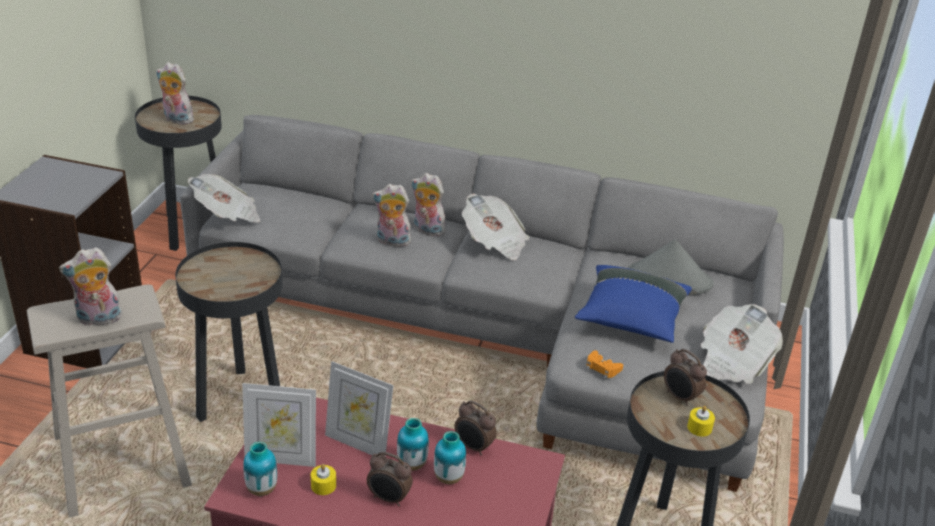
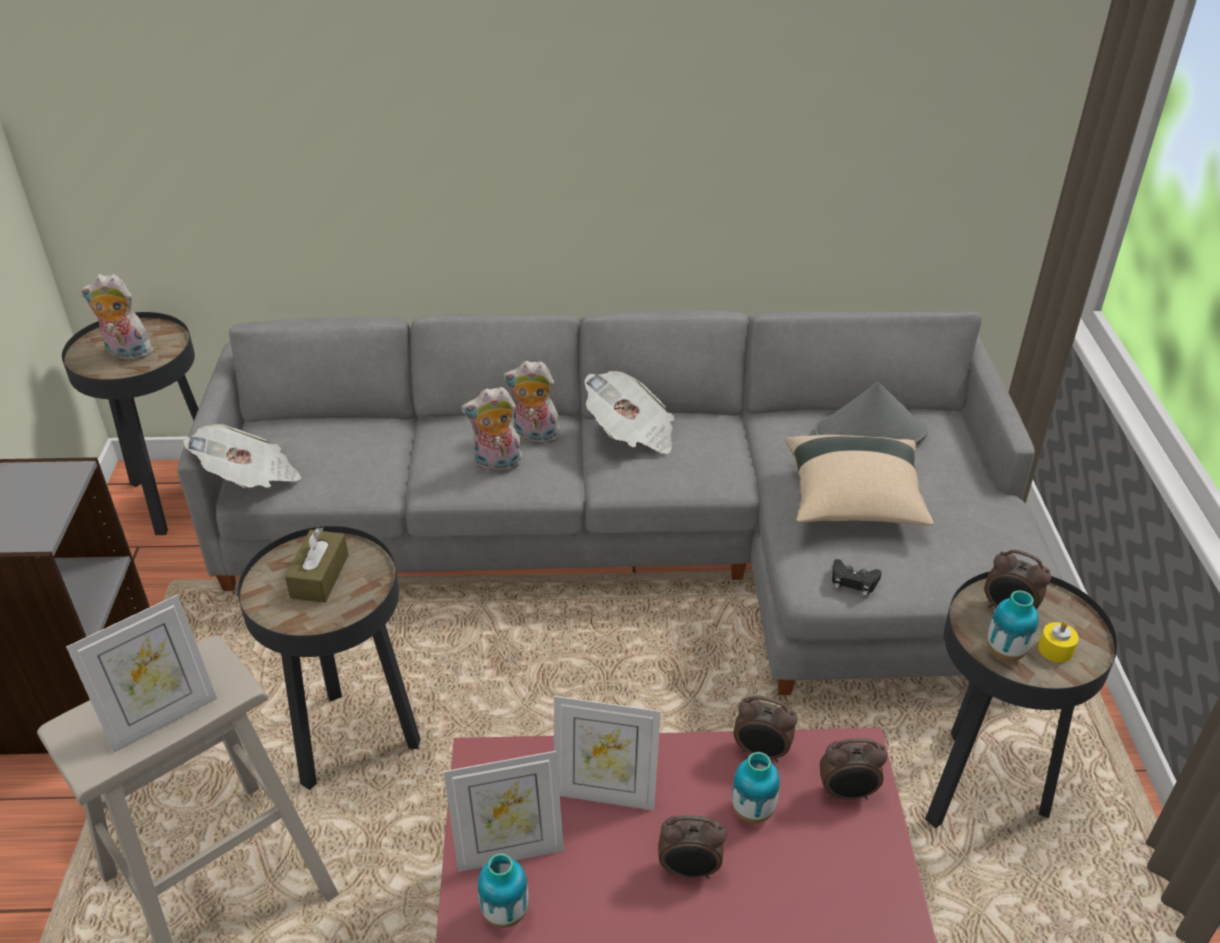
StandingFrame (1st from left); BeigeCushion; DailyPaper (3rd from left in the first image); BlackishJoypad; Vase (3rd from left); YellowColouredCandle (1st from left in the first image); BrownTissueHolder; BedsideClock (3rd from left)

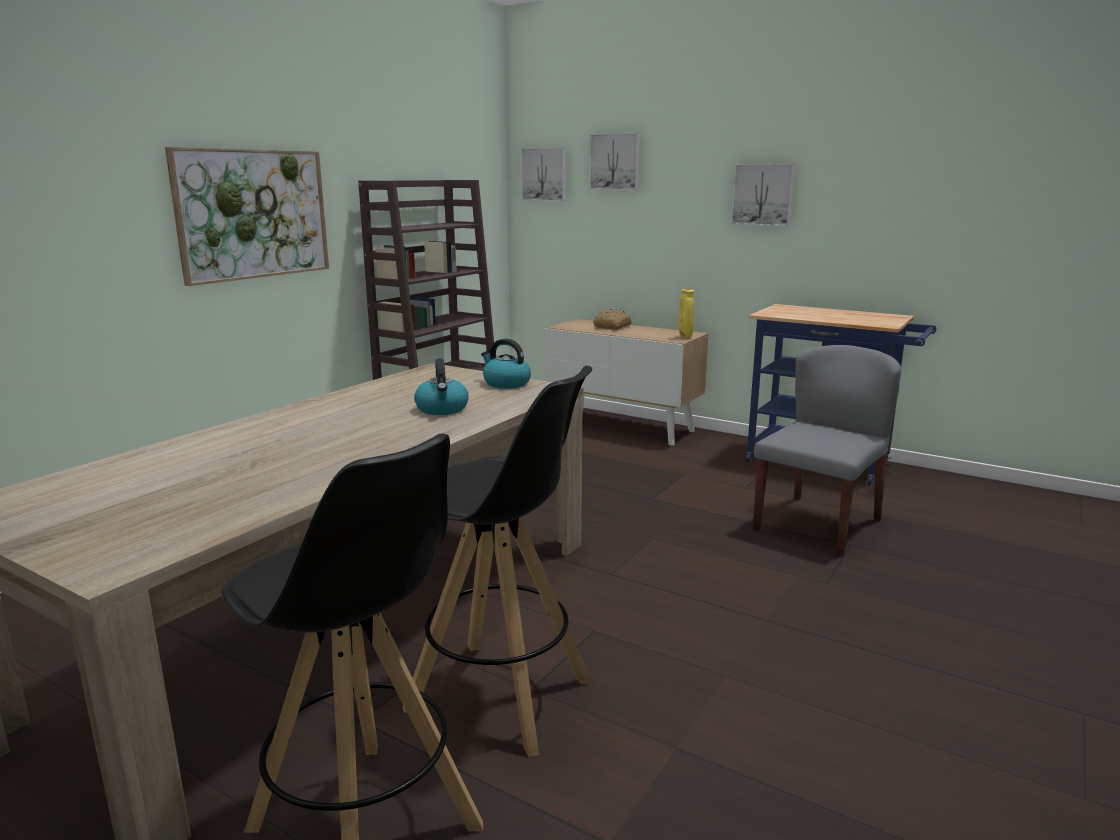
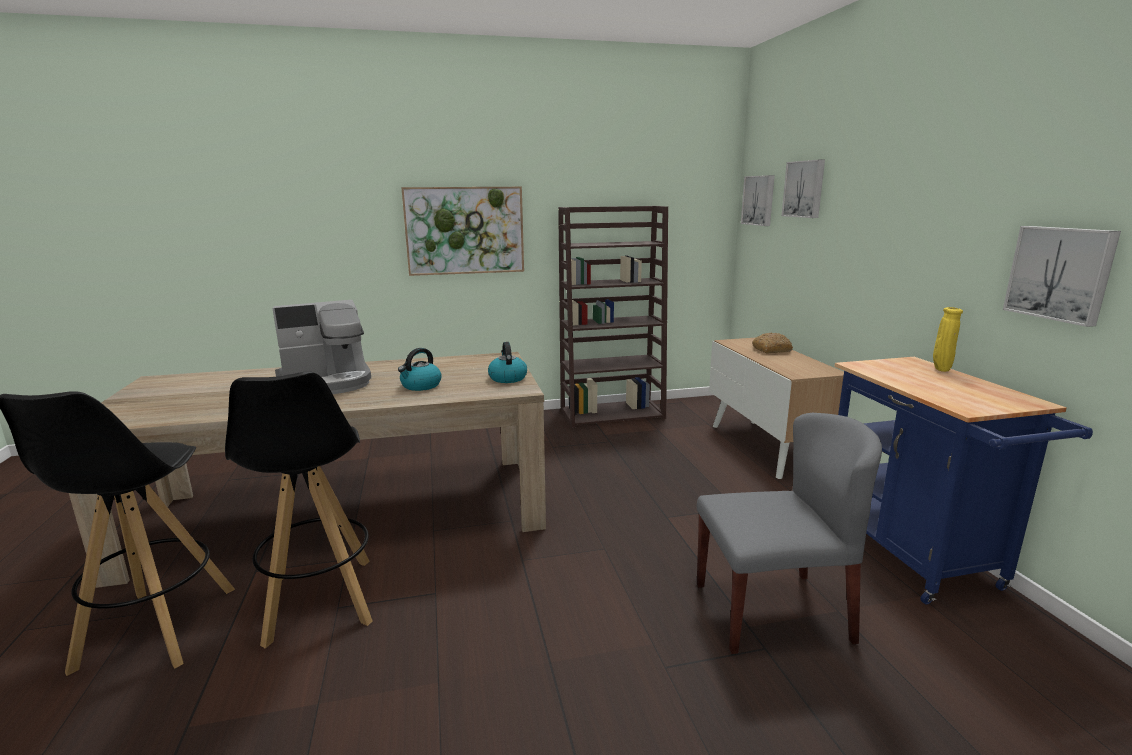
Picture (4th from left); YellowColouredVase; CoffeeMachine

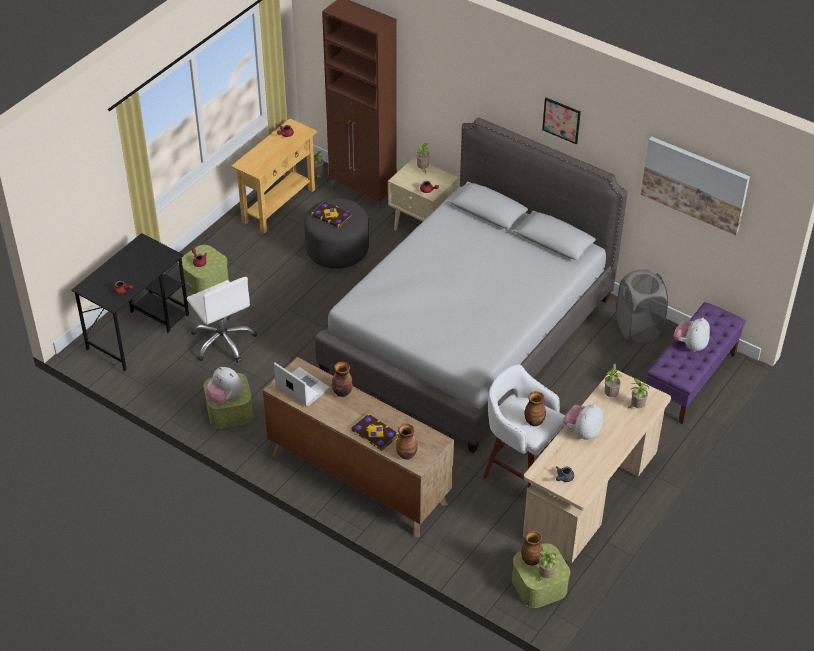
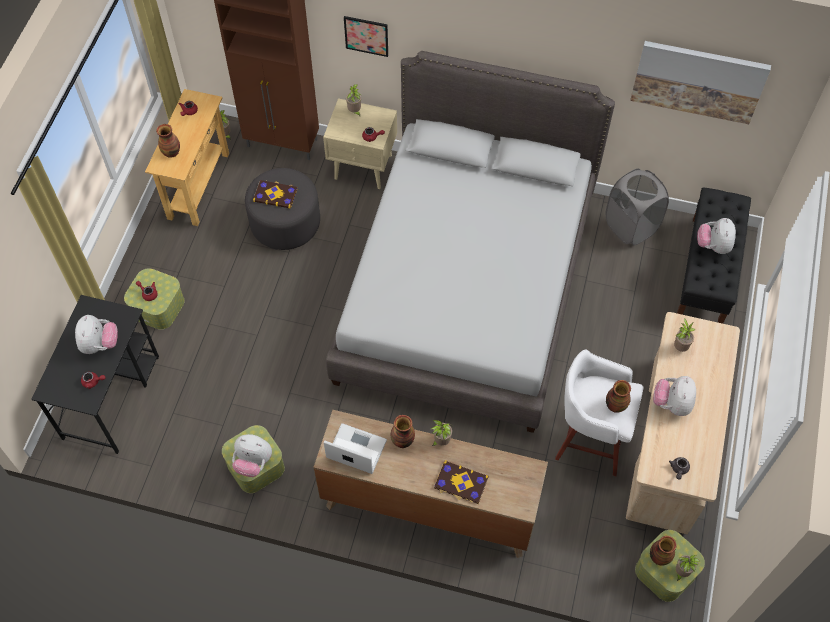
Picture (1st from left); WhiteColouredComputerChair; BlackishBench; Houseplant (3rd from left); Vase (1st from left); SoftToy (1st from left)

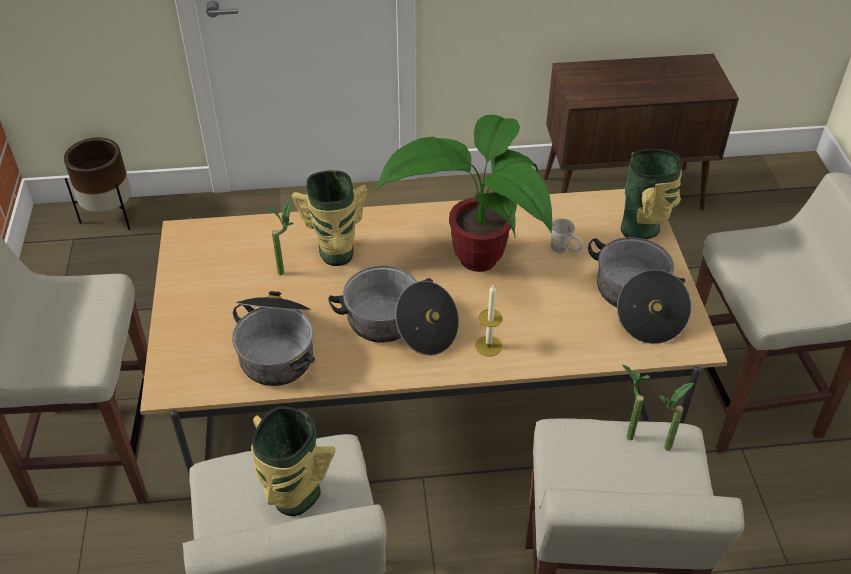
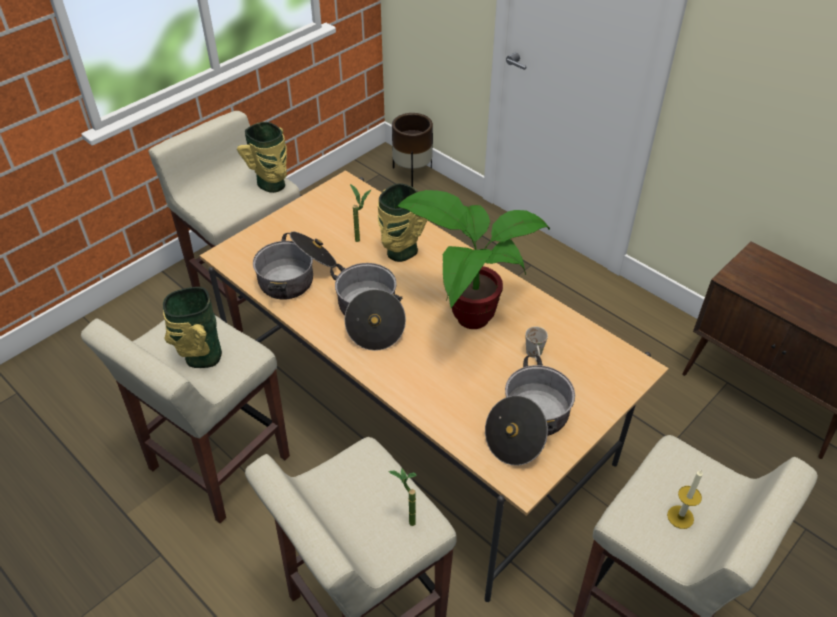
Vase (2nd from left); Candle; Houseplant (3rd from left in the first image)

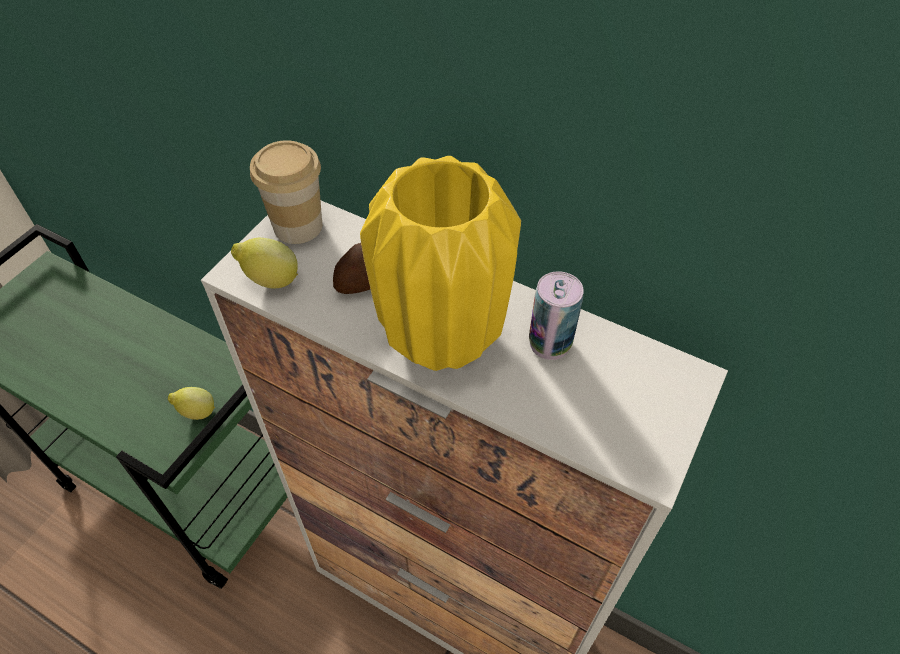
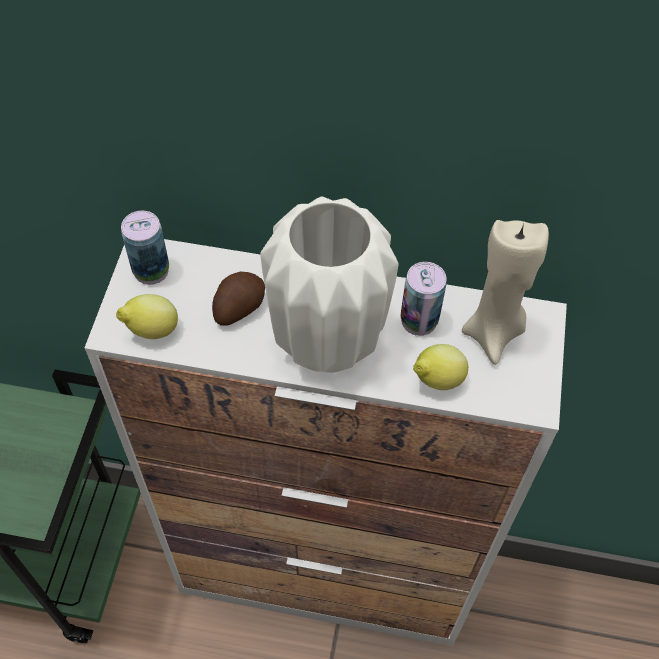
SealedCan (1st from left); WhiteColouredVase; Lemon (2nd from left); BeigeCandle

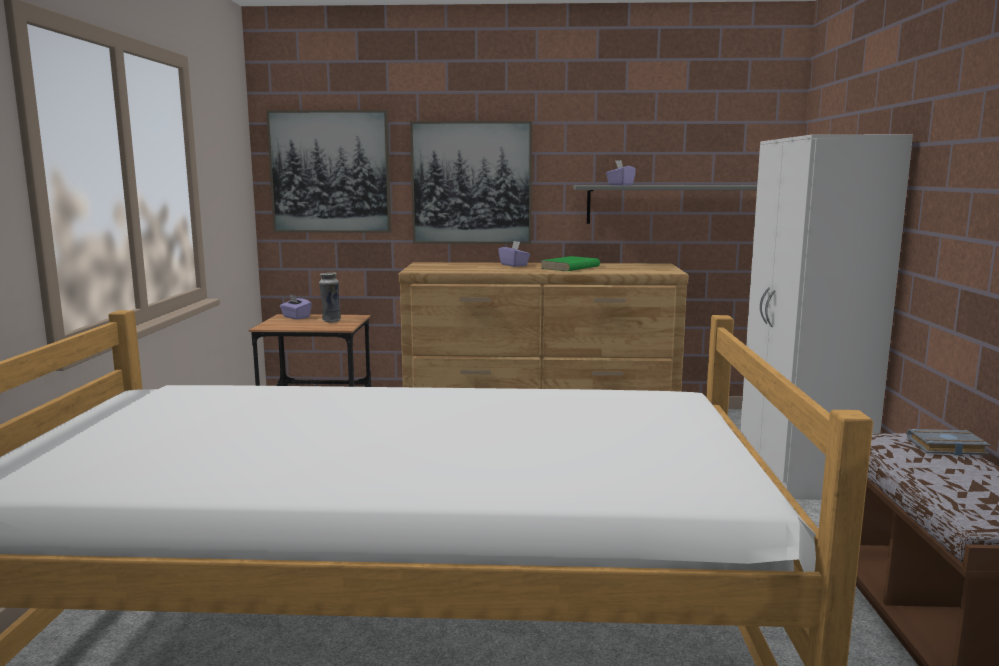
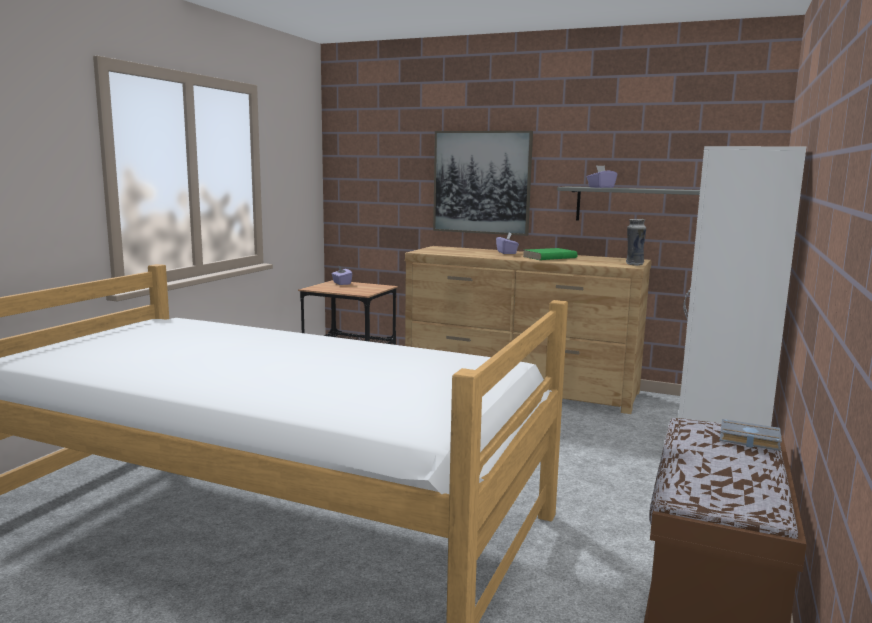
Picture (1st from left in the first image); Vase

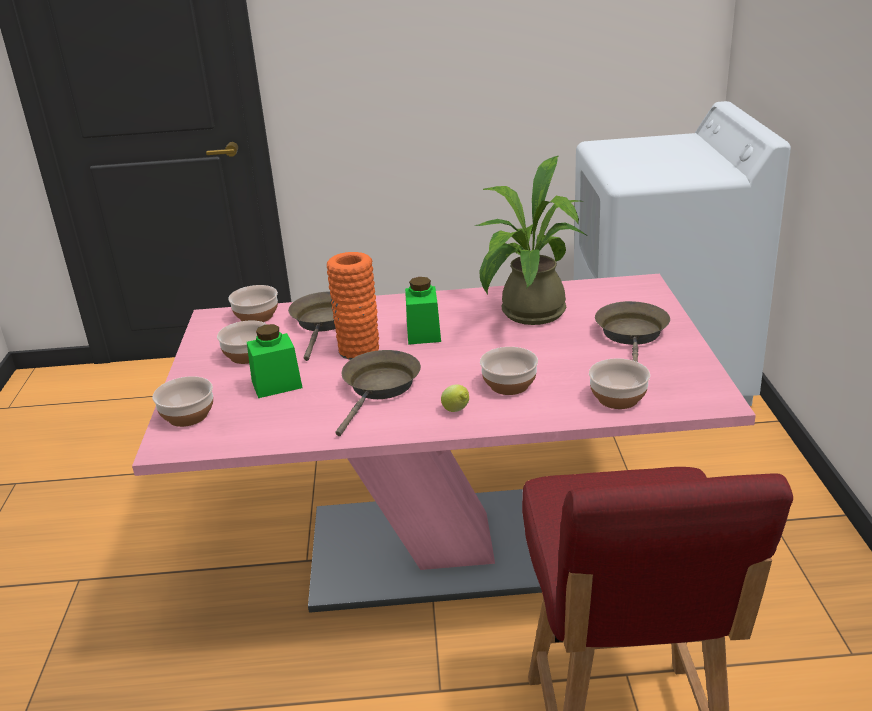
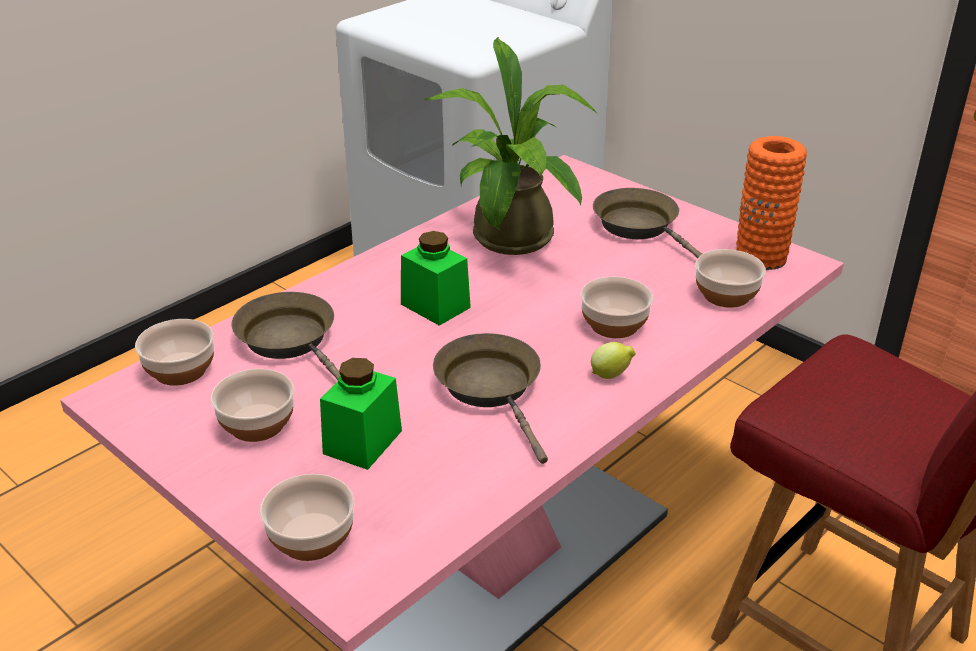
OrangeyVase

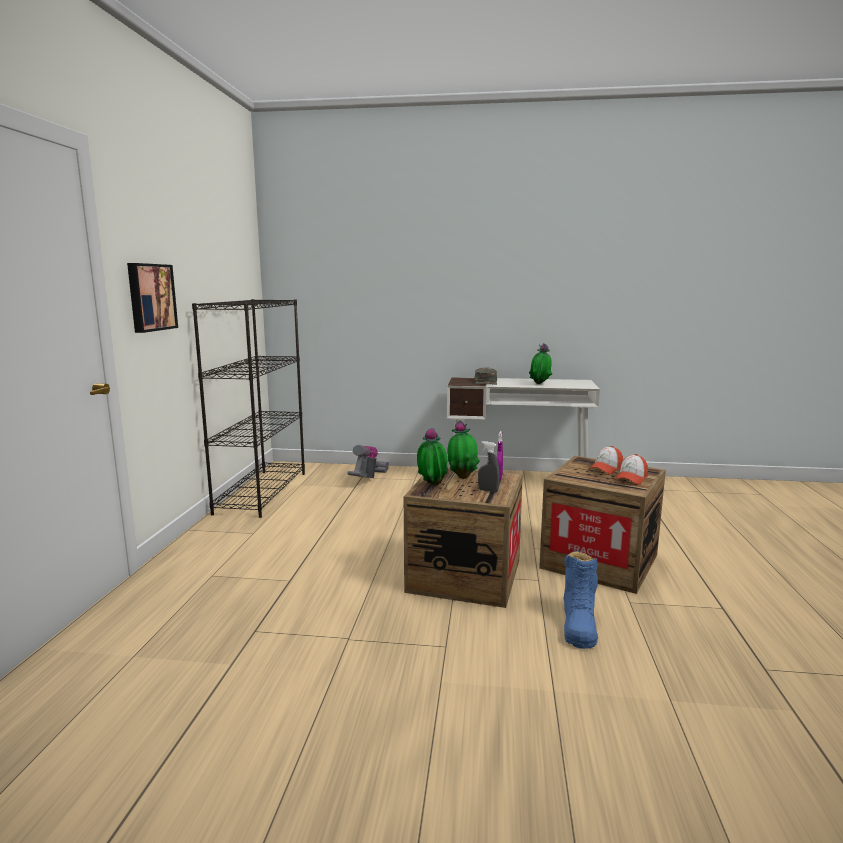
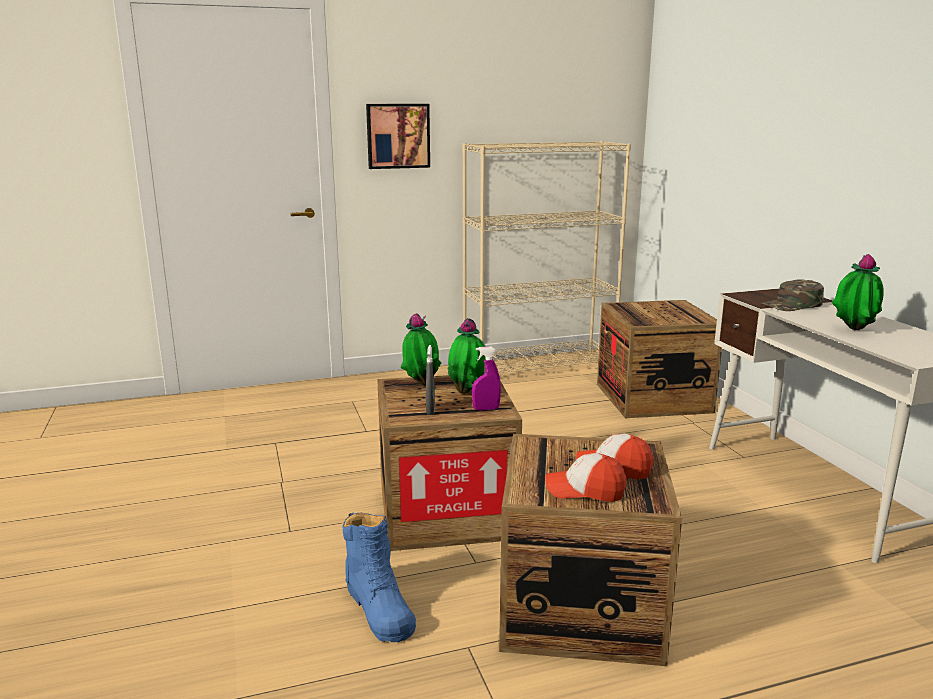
BeigeBookcase; PackingCrate (3rd from left); BlueBoot

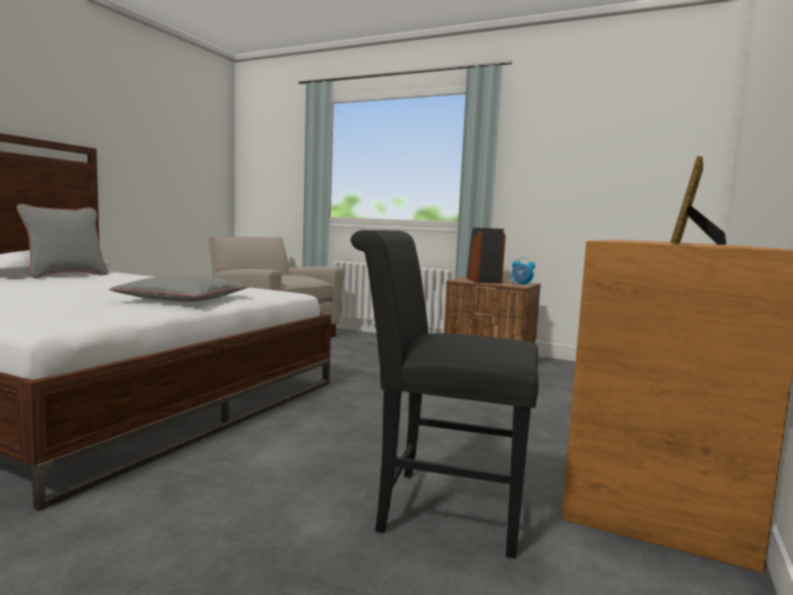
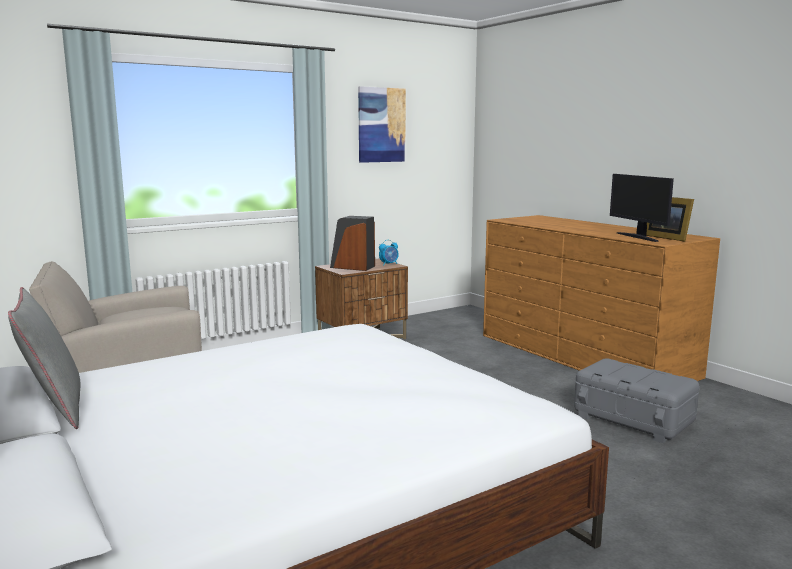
GreyStorageBox; GreyCushion (2nd from left in the first image); Picture; Monitor

